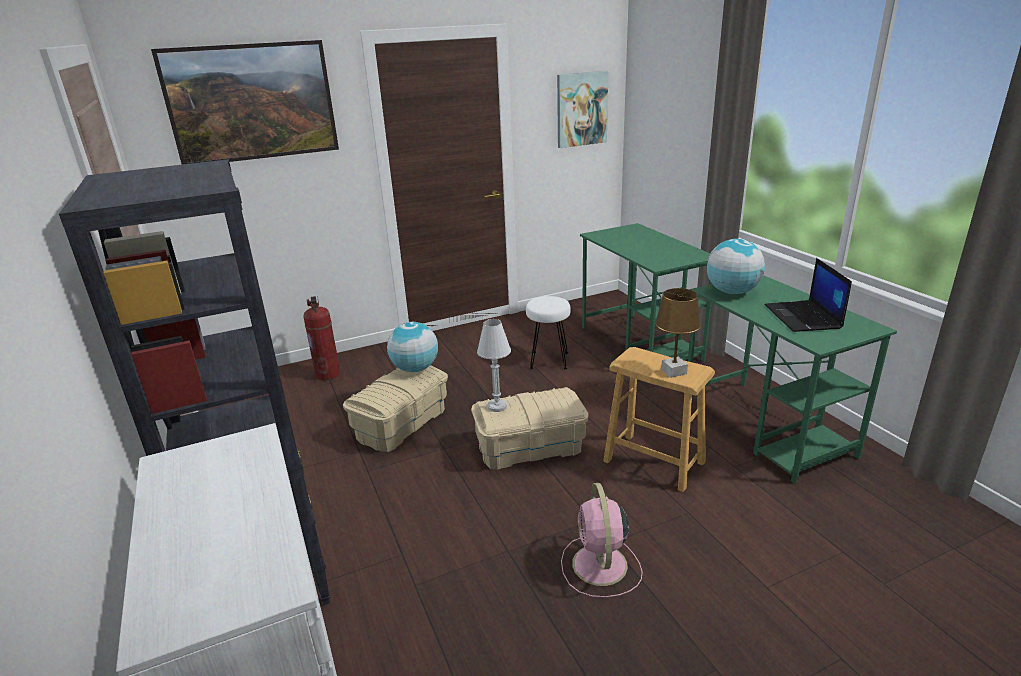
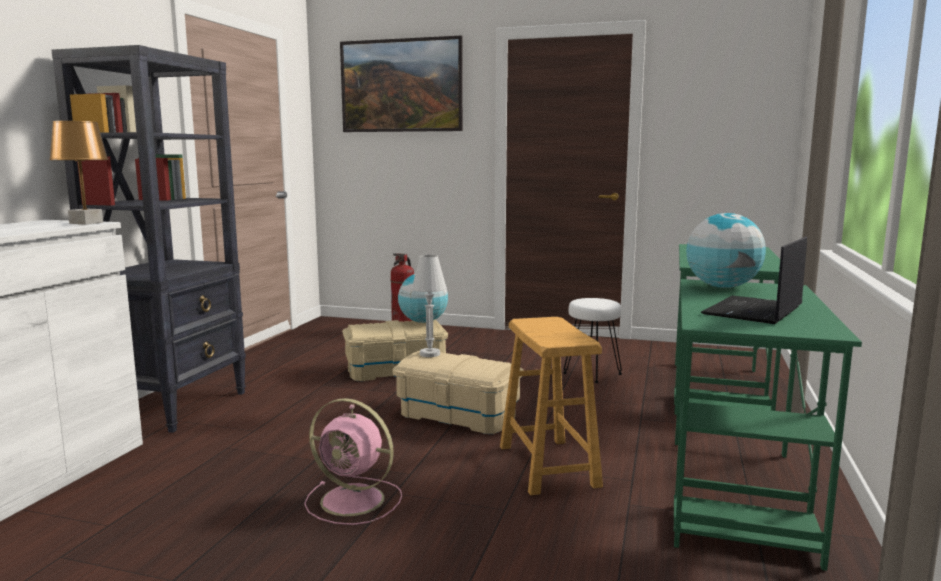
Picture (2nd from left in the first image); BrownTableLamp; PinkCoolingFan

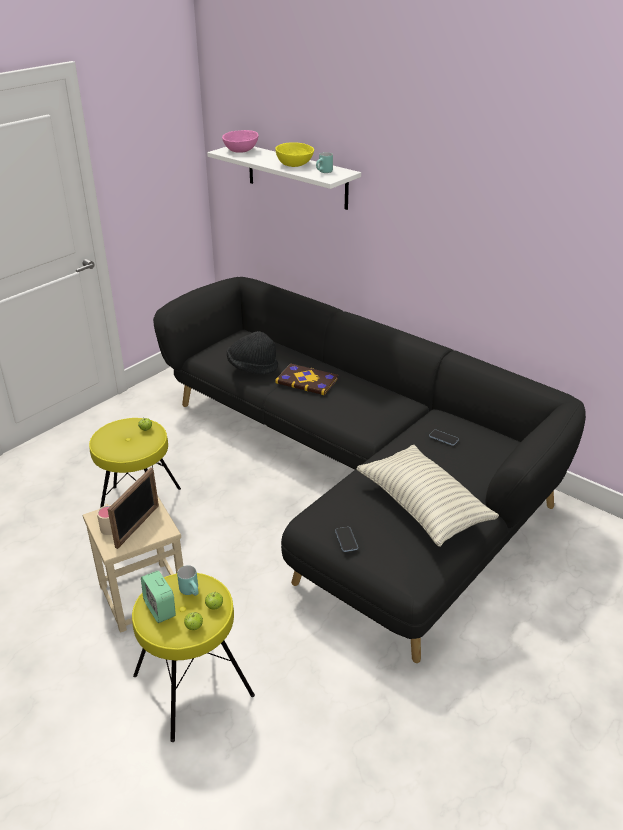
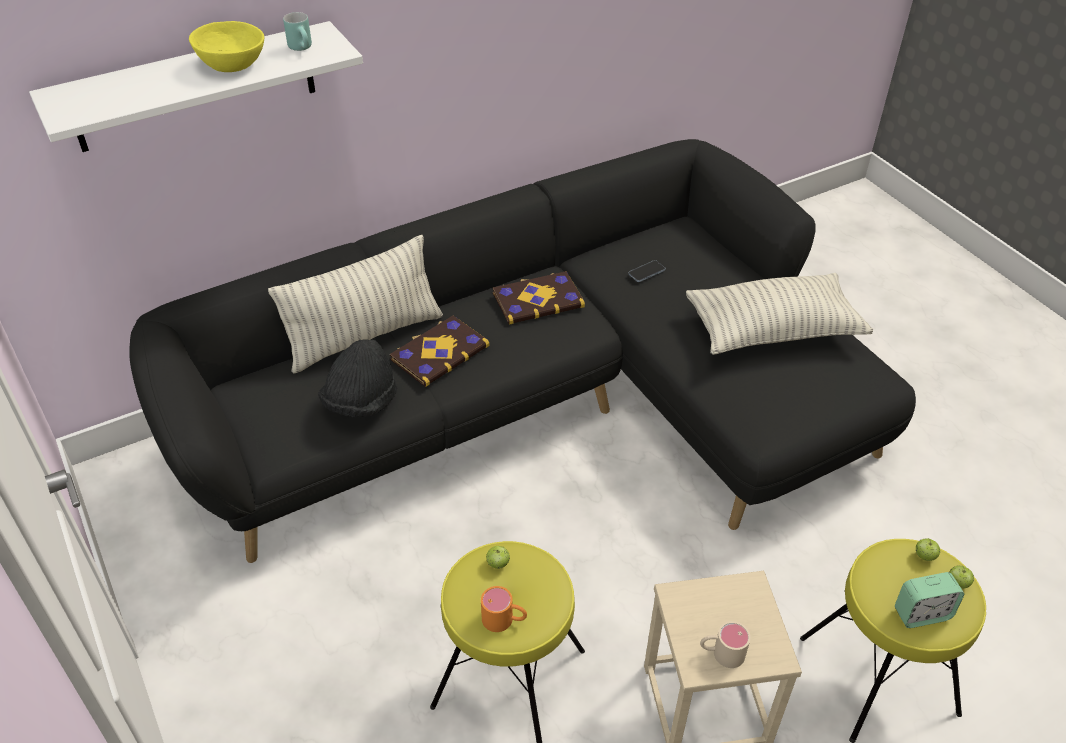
PinkBowl; StandingFrame; Handset (1st from left in the first image); BlueGreenCoffeeMug (1st from left in the first image); Cushion (1st from left); Volume (2nd from left); OrangeyCoffeeMug

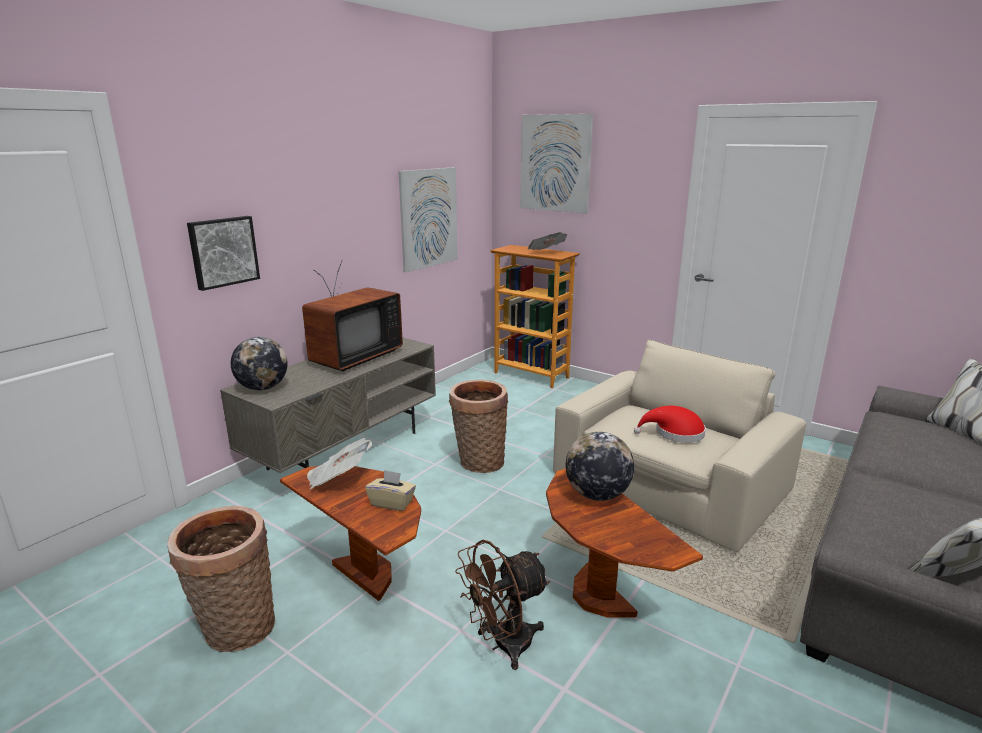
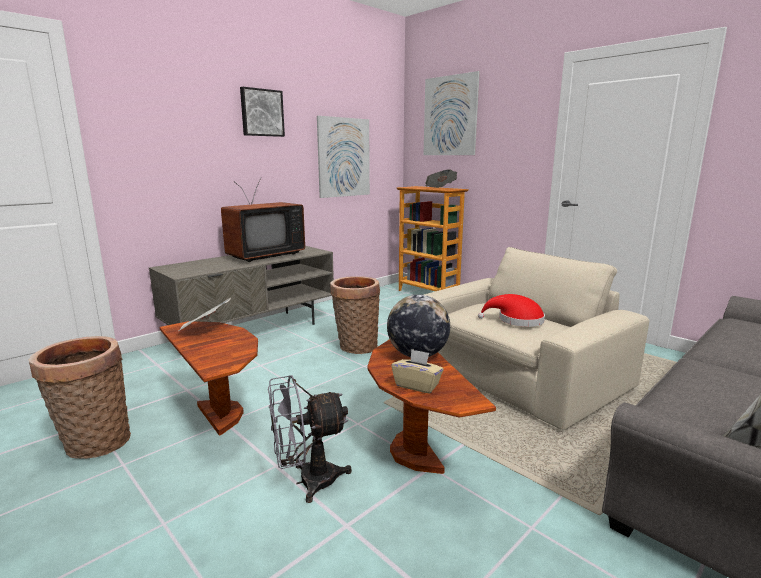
Picture (1st from left); WorldGlobe (1st from left in the first image); BeigeTissueHolder; GreyCoolingFan

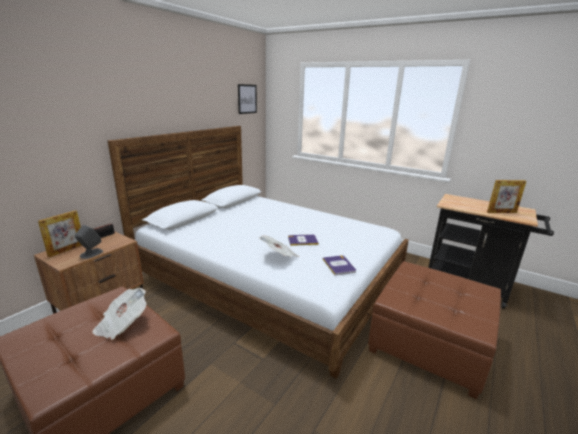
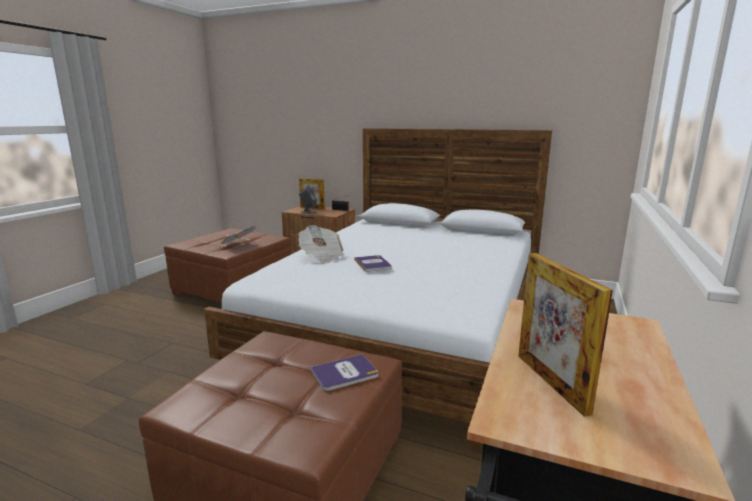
Picture; Volume (1st from left)

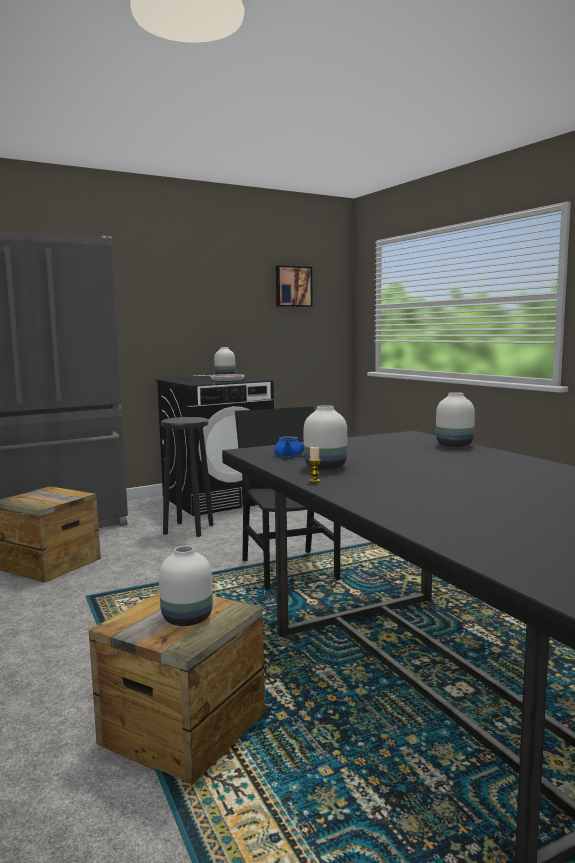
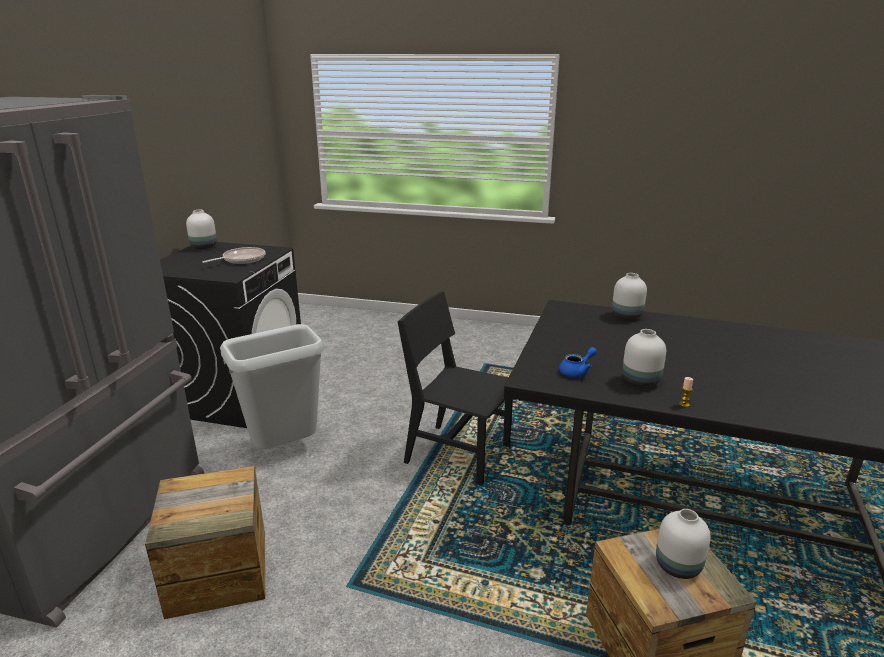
Picture; GreyWasteBin

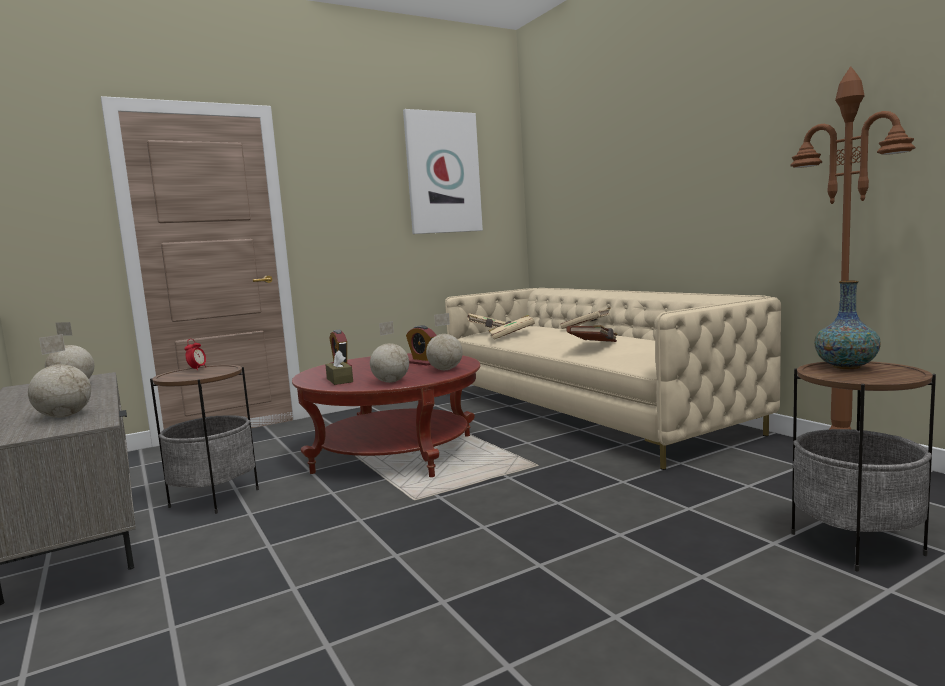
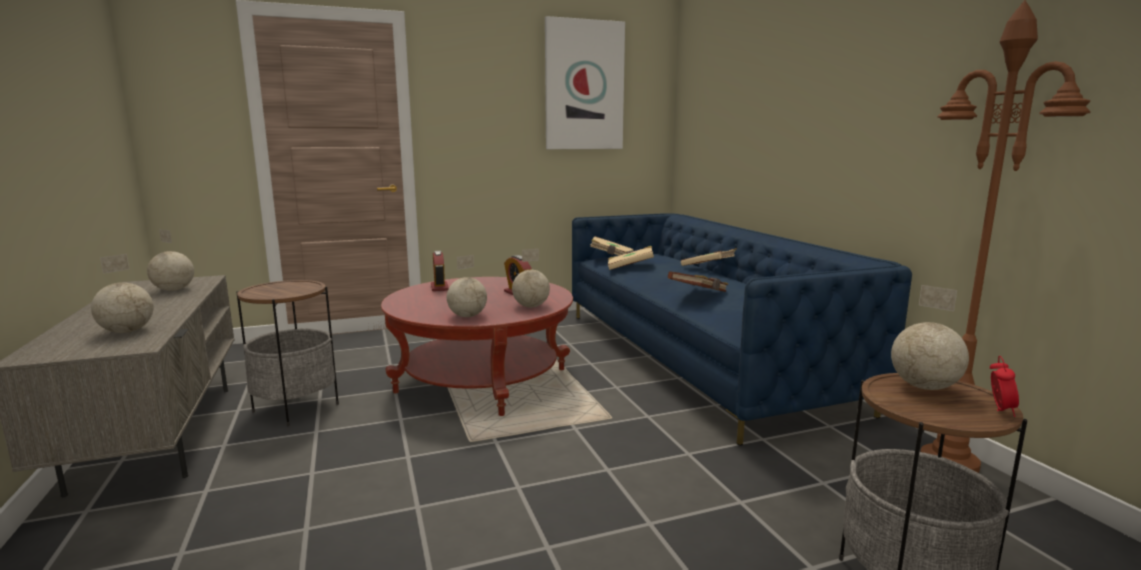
WorldGlobe (5th from left); BlueSettee; BedsideClock (3rd from left); BrownTissueHolder

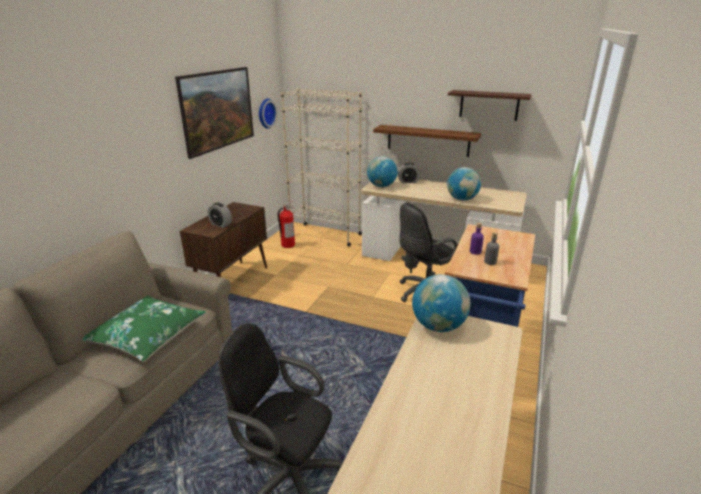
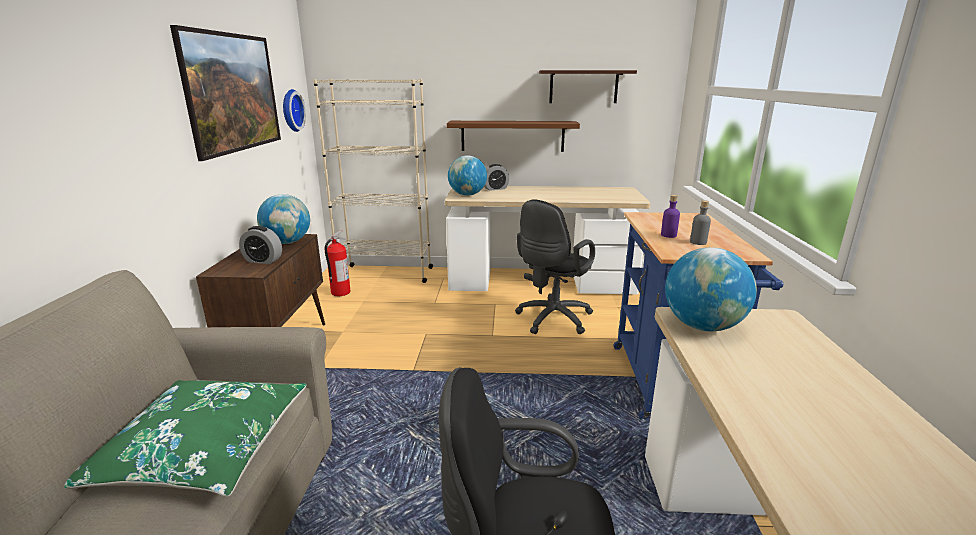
WorldGlobe (1st from left)

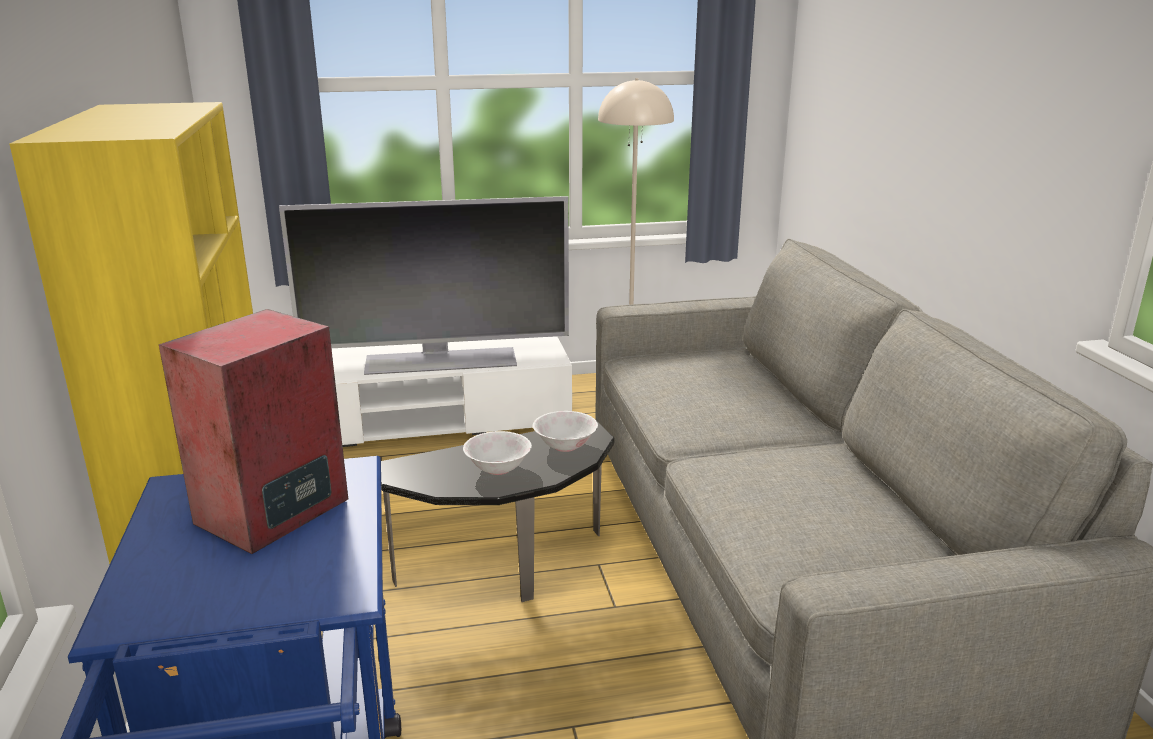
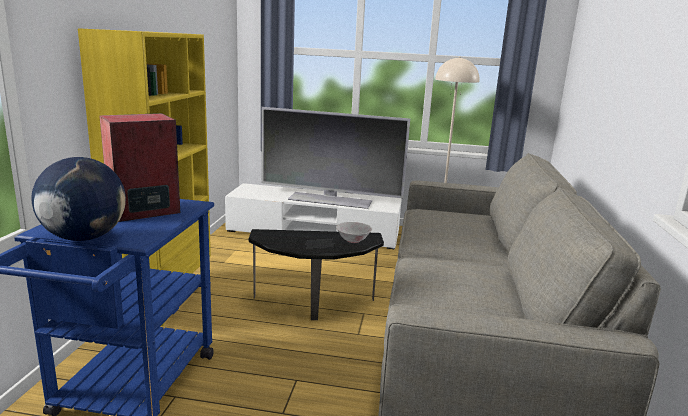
WhiteColouredBowl (1st from left in the first image); WorldGlobe

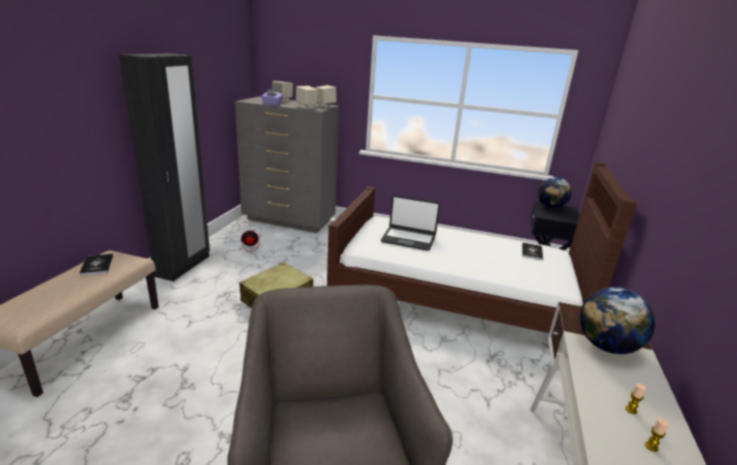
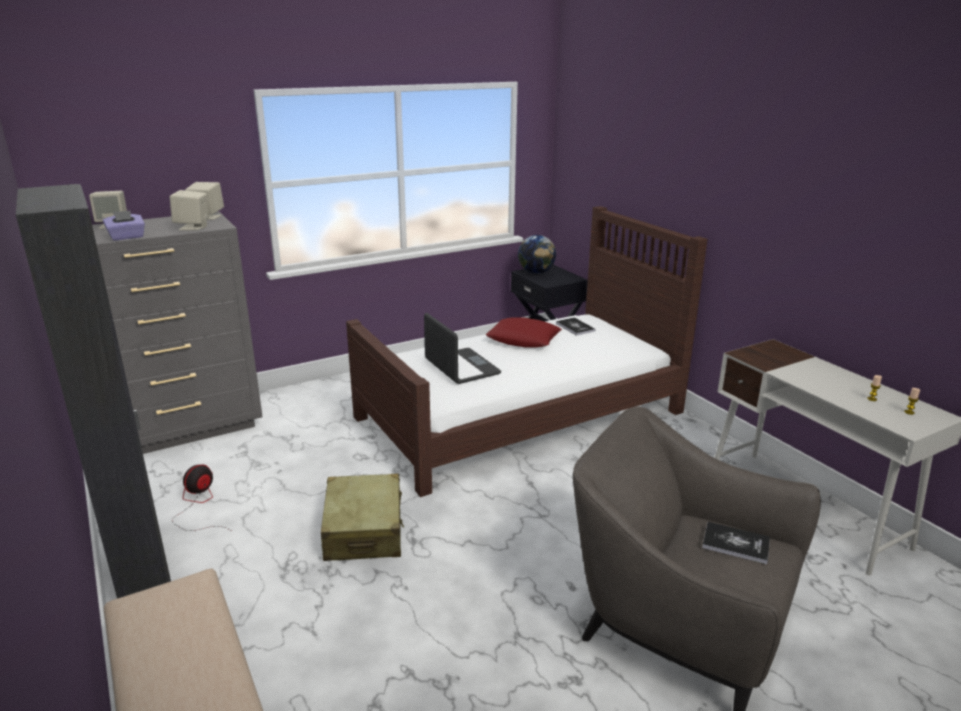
Laptop; Volume (2nd from left); WorldGlobe (2nd from left in the first image); ReddishCushion

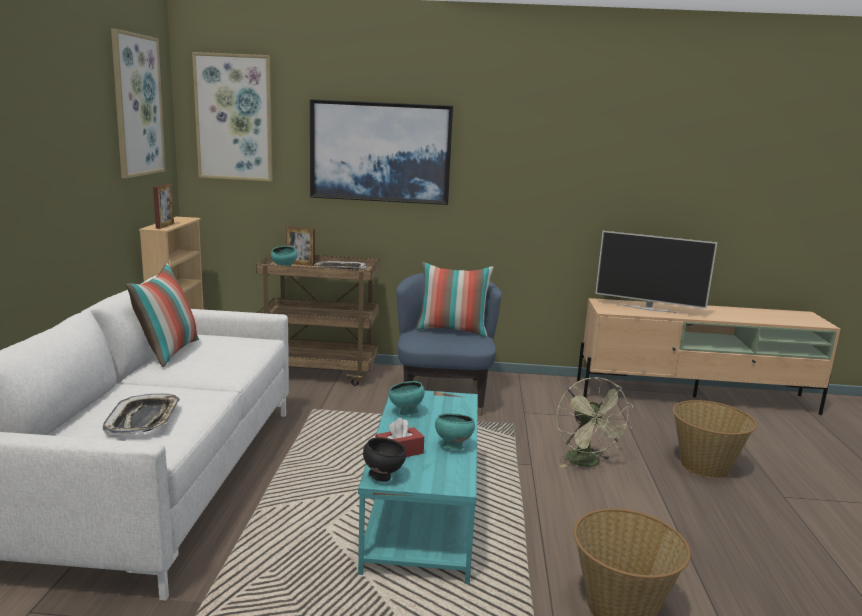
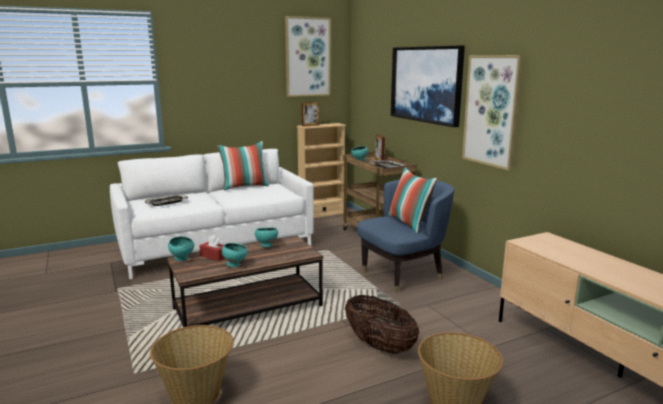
Picture (3rd from left); Tv; HouseholdBasket (2nd from left); BrownLowTable; BlueGreenBowl (1st from left)

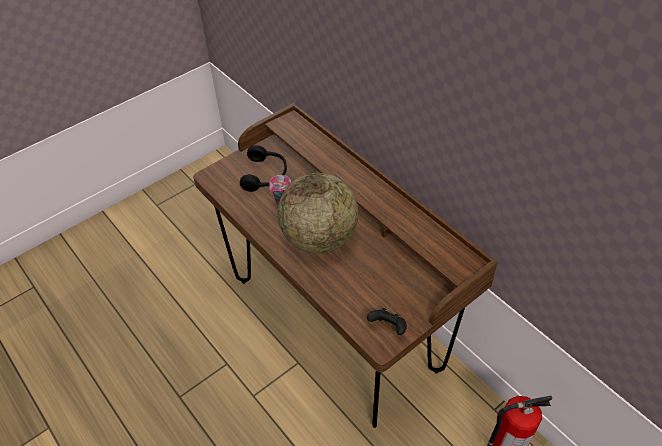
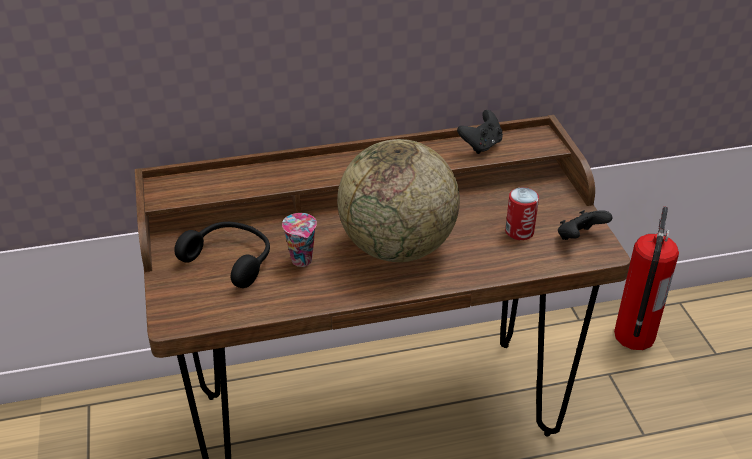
BlackishJoypad (1st from left); SealedCan

